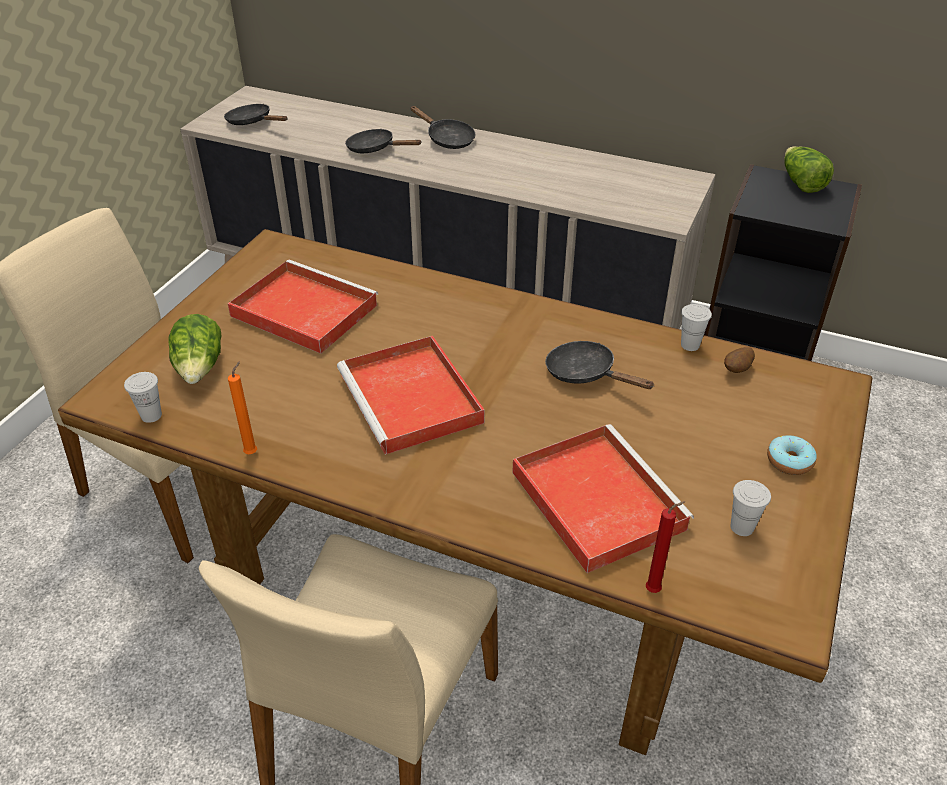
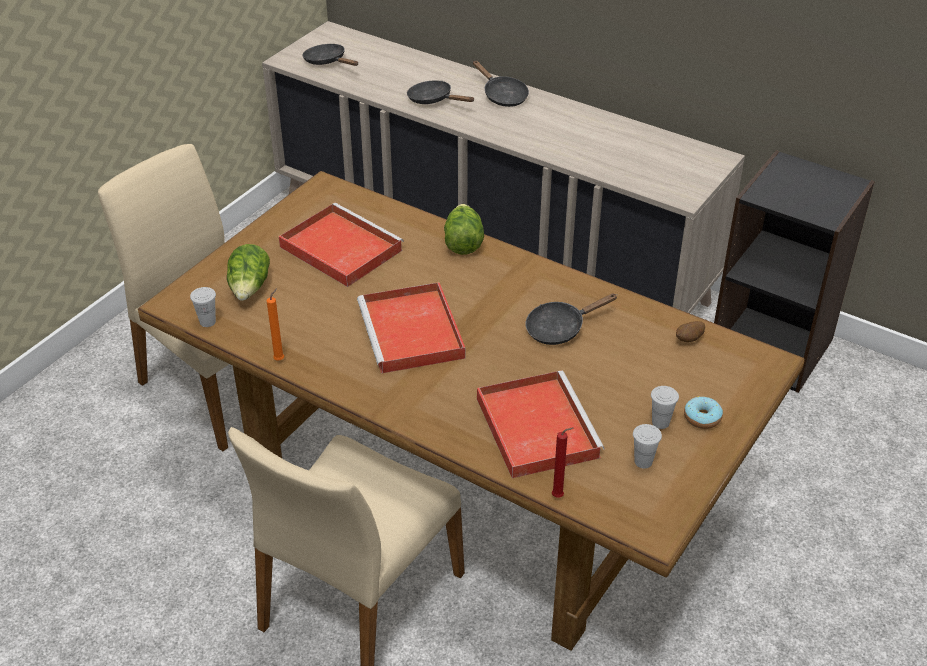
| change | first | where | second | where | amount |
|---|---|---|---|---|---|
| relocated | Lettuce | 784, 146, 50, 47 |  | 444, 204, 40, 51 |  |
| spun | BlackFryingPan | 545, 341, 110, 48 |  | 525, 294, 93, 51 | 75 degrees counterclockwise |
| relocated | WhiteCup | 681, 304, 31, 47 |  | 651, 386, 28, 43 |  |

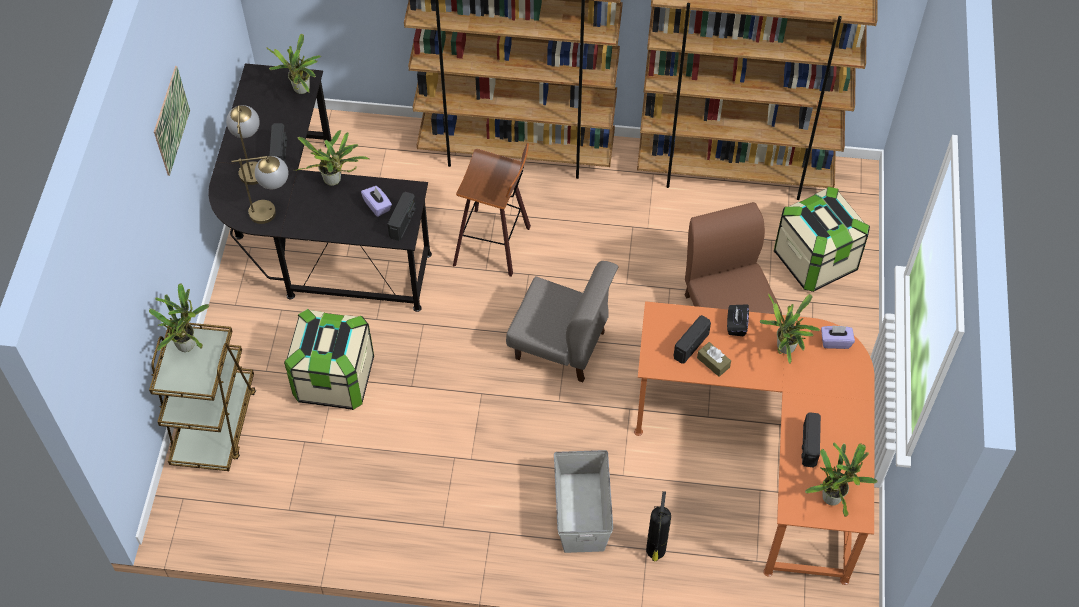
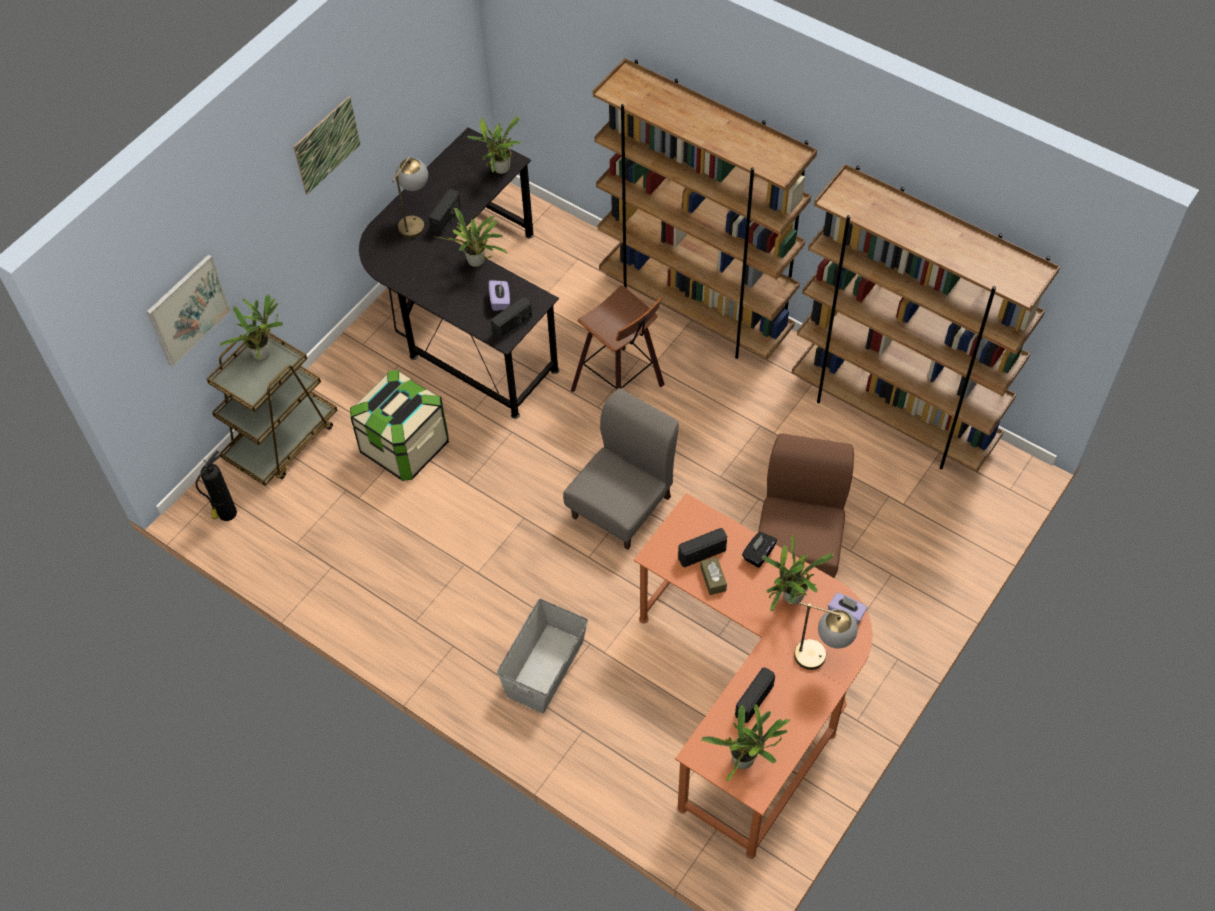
| change | first | where | second | where | amount |
|---|---|---|---|---|---|
| appeared |  |  | Picture | 147, 255, 84, 112 |  |
| relocated | FireExtinguisher | 646, 491, 25, 70 |  | 195, 451, 42, 70 |  |
| spun | GreyChair | 506, 261, 112, 121 |  | 563, 388, 116, 162 | 105 degrees counterclockwise |
| relocated | TableLamp | 231, 156, 57, 68 |  | 794, 602, 64, 68 |  |
| missing | StorageBox | 774, 187, 96, 105 |  |  |  |

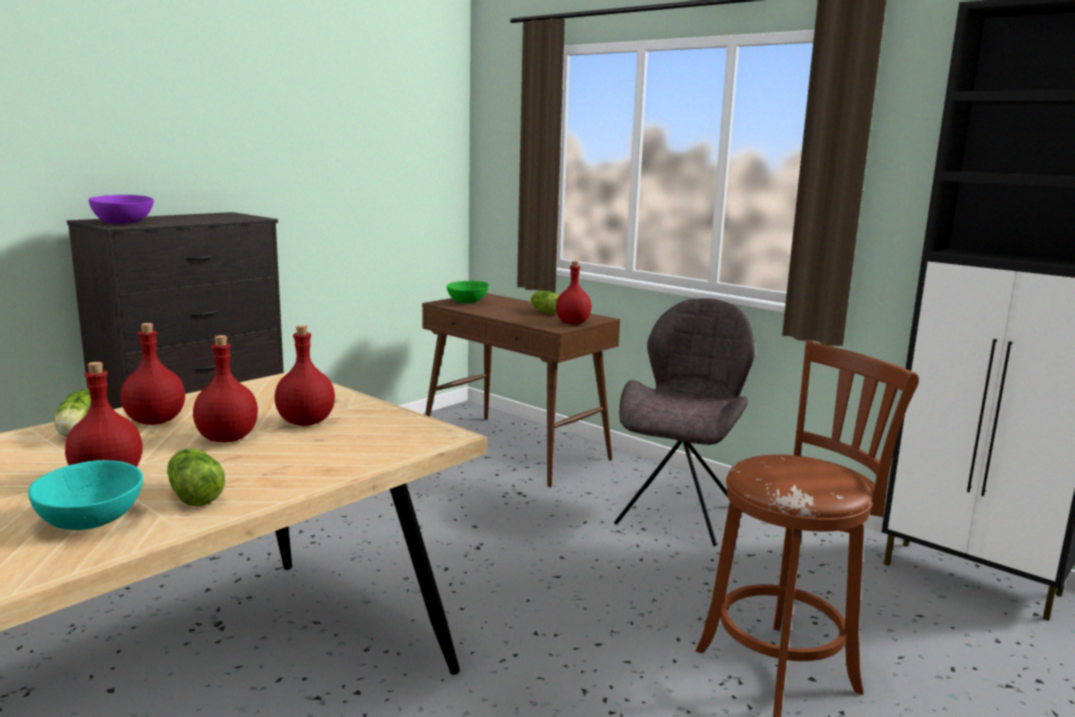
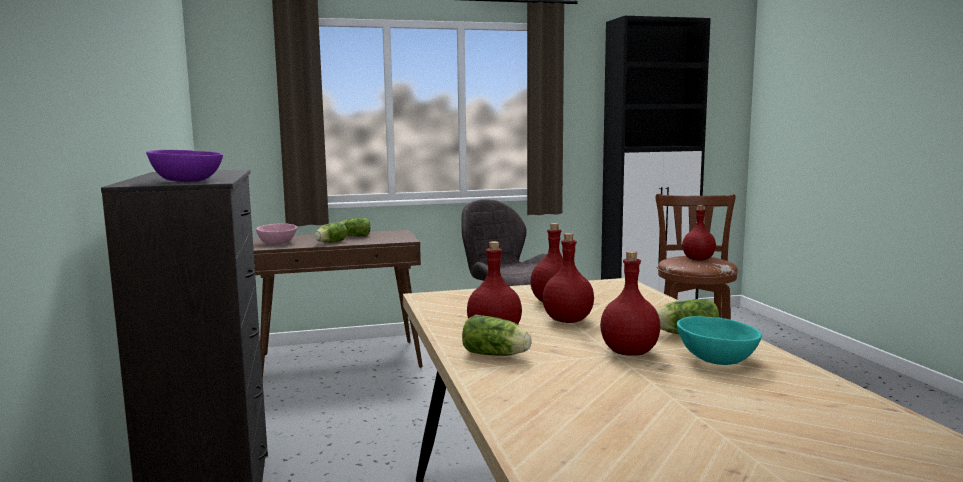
| change | first | where | second | where | amount |
|---|---|---|---|---|---|
| colour | GreenBowl | 447, 281, 42, 22 | PinkBowl | 256, 223, 41, 21 |  |
| appeared |  |  | Lettuce | 314, 222, 33, 21 |  |
| relocated | RedBottle | 556, 261, 36, 63 |  | 682, 205, 34, 56 |  |

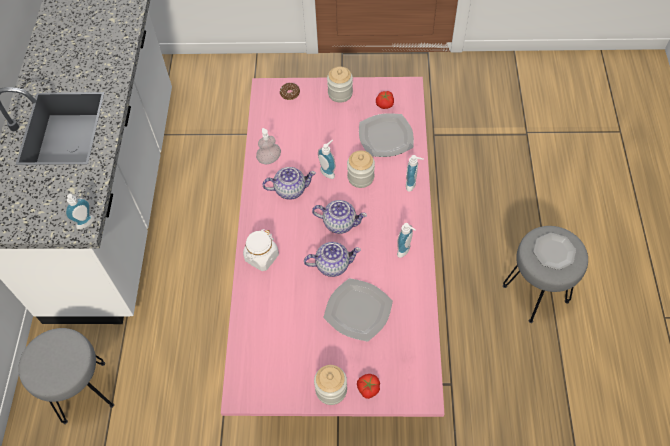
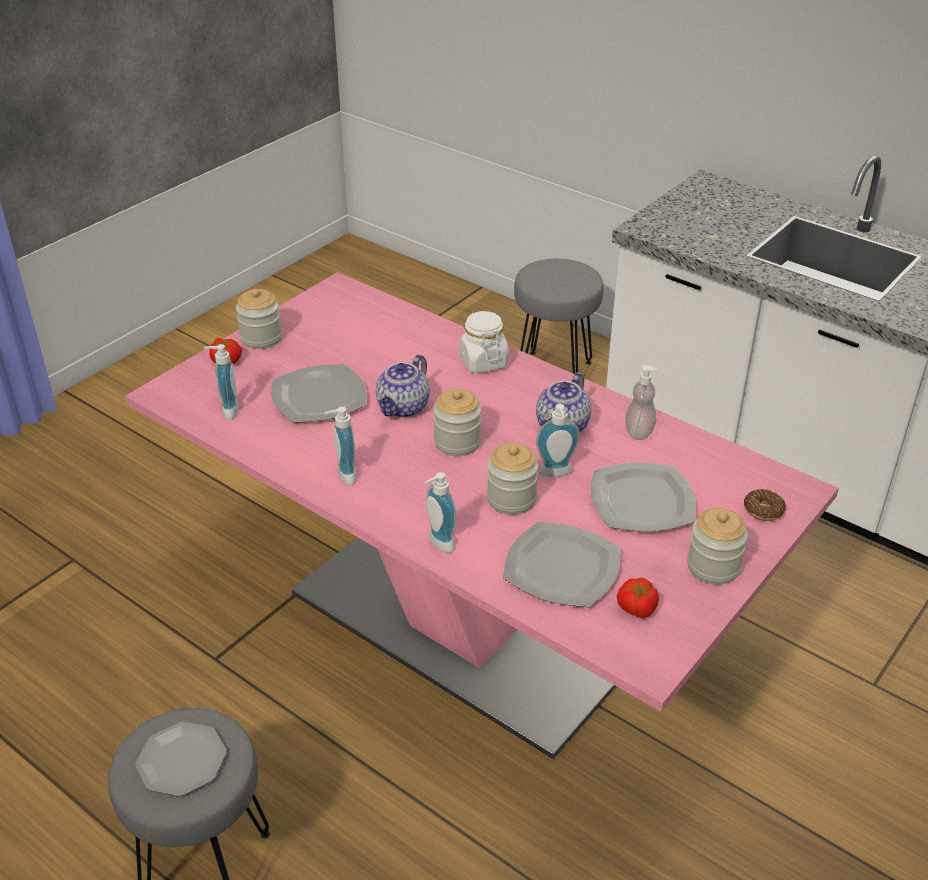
| change | first | where | second | where | amount |
|---|---|---|---|---|---|
| relocated | SoapDispenser | 65, 194, 30, 35 |  | 204, 344, 35, 76 |  |
| exchanged | Teapot | 312, 200, 55, 34 | Jar | 433, 389, 48, 67 |  |
| appeared |  |  | Plate | 591, 462, 105, 70 |  |

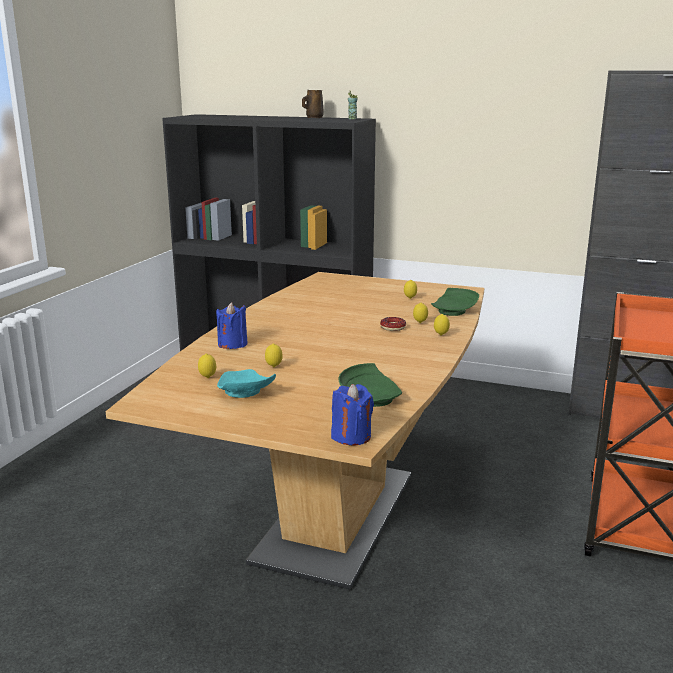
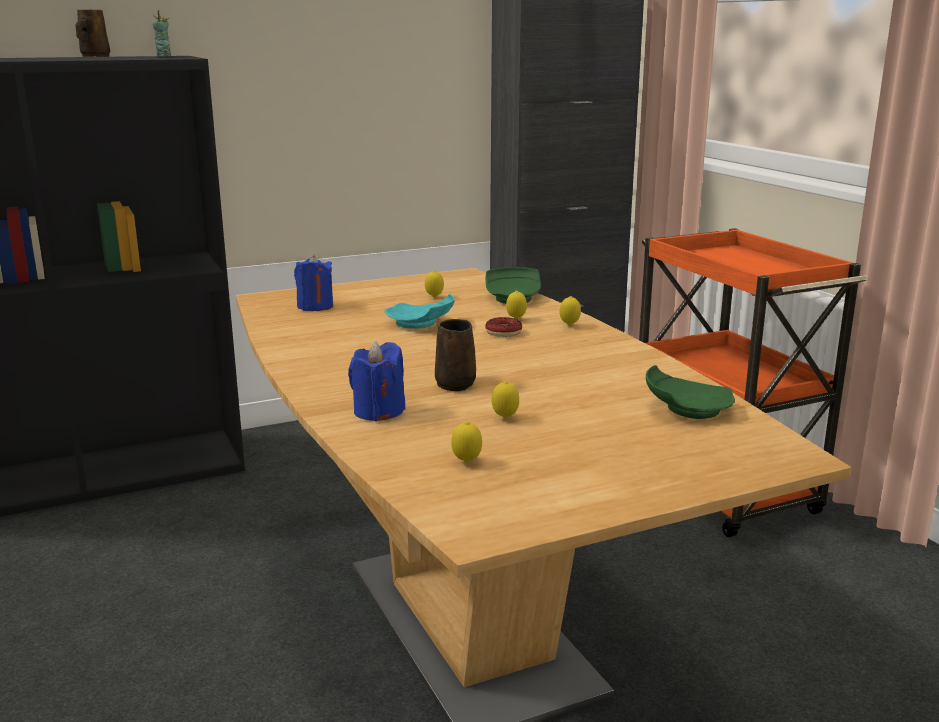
| change | first | where | second | where | amount |
|---|---|---|---|---|---|
| relocated | BlueCandle | 331, 384, 43, 61 |  | 294, 254, 39, 57 |  |
| relocated | TurquoisePlate | 217, 369, 59, 29 |  | 384, 294, 71, 35 |  |
| appeared |  |  | BrownMug | 435, 319, 41, 72 |  |

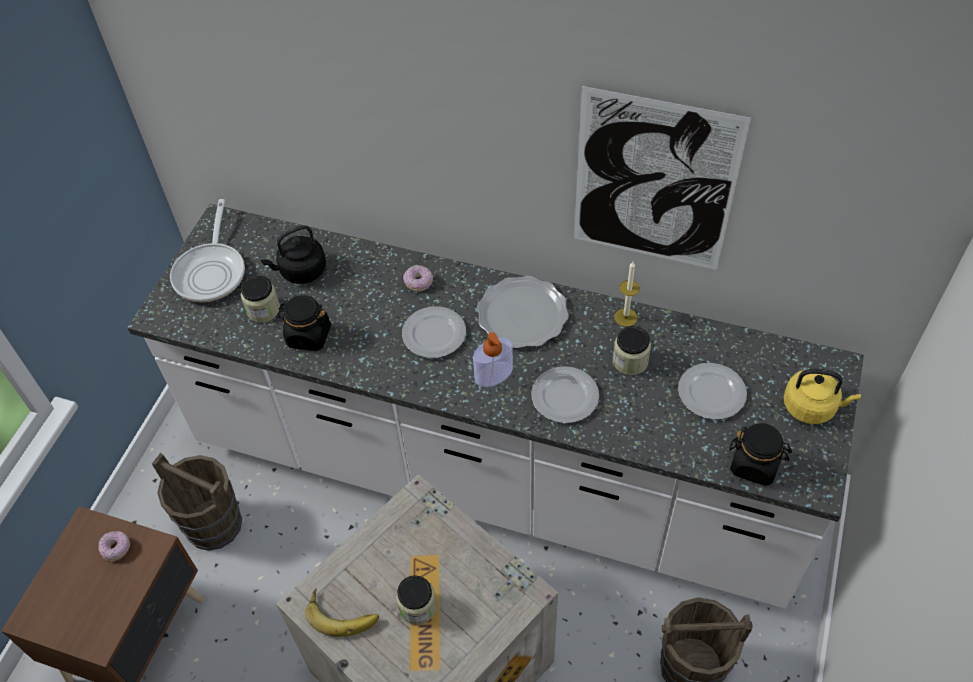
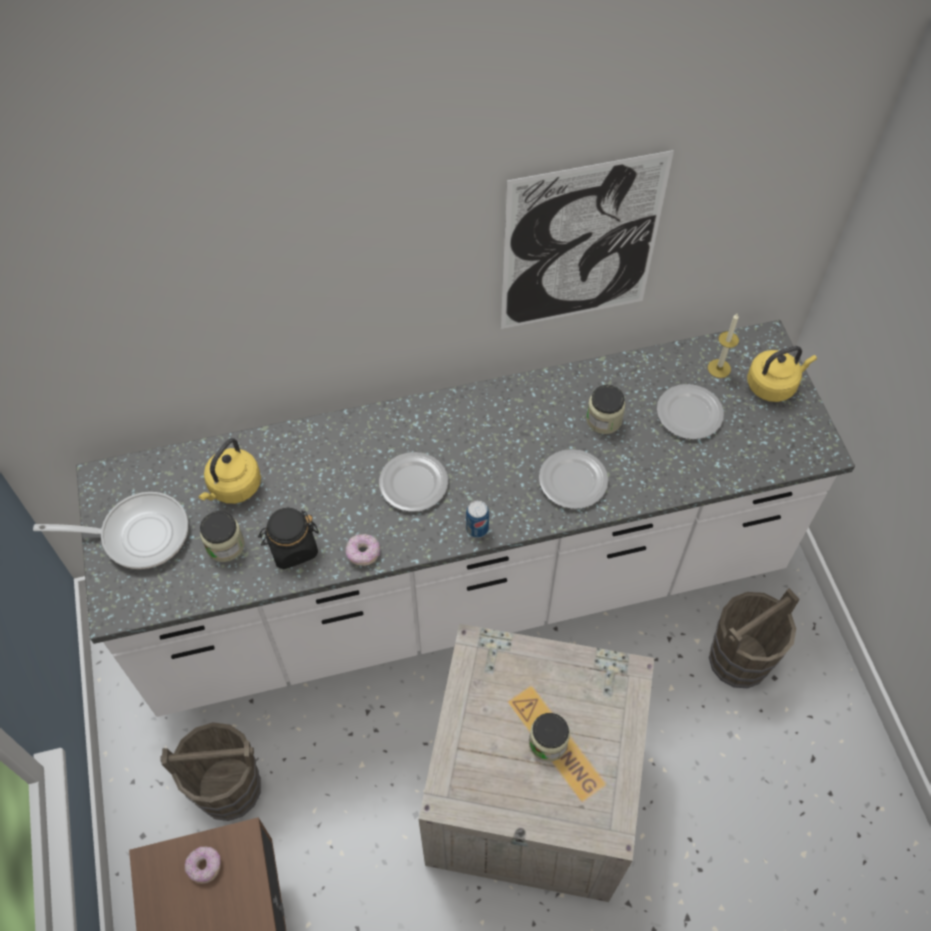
| change | first | where | second | where | amount |
|---|---|---|---|---|---|
| spun | FryingPan | 170, 199, 75, 103 |  | 33, 492, 155, 77 | 60 degrees counterclockwise |
| colour | BlackKettle | 261, 225, 65, 59 | YellowKettle | 199, 438, 62, 66 |  |
| relocated | Donut | 403, 265, 30, 27 |  | 346, 534, 34, 32 |  |
| appeared |  |  | Can | 466, 500, 23, 38 |  |
| relocated | Candle | 614, 262, 26, 65 |  | 708, 314, 31, 64 |  |
| missing | Banana | 305, 588, 74, 49 |  |  |  |
| missing | SoapDispenser | 473, 332, 40, 55 |  |  |  |
| missing | Plate | 477, 276, 92, 72 |  |  |  |
| missing | BlackJar | 729, 423, 63, 63 |  |  |  |

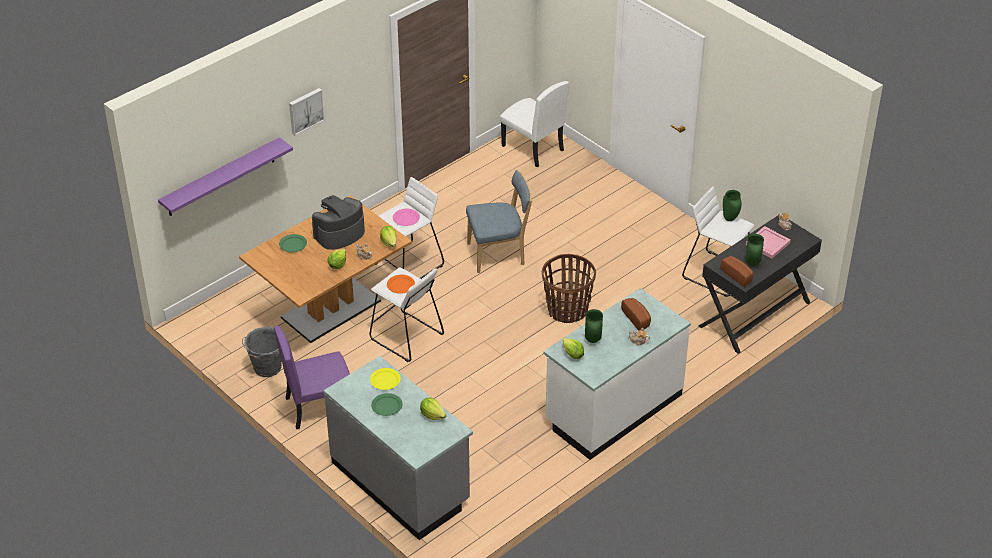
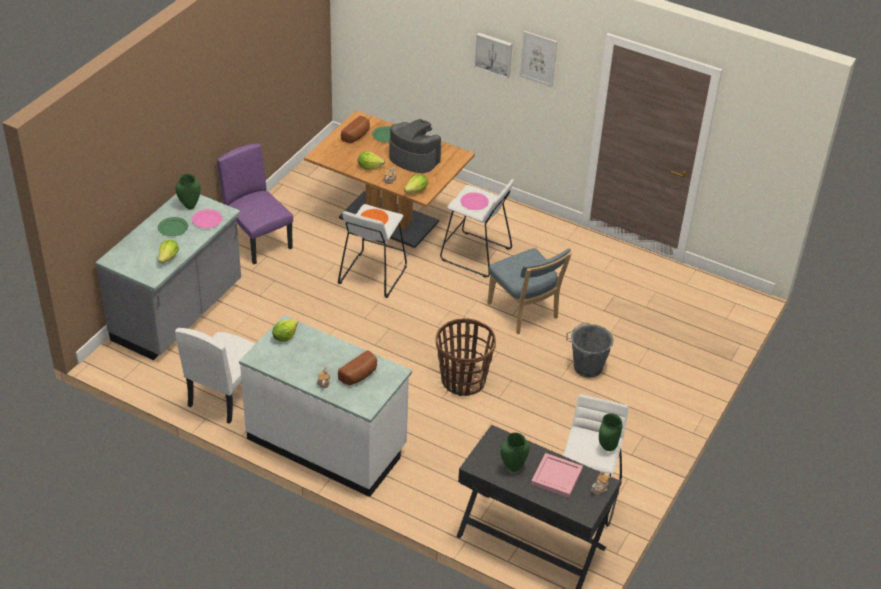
| change | first | where | second | where | amount |
|---|---|---|---|---|---|
| relocated | WhiteChair | 500, 81, 69, 86 |  | 175, 328, 80, 96 |  |
| relocated | GreenVase | 585, 309, 18, 34 |  | 176, 174, 25, 36 |  |
| colour | YellowPlate | 370, 368, 31, 22 | PinkPlate | 192, 209, 30, 19 |  |
| relocated | Bread | 721, 256, 33, 31 |  | 341, 116, 29, 27 |  |
| appeared |  |  | Picture | 519, 31, 38, 56 |  |
| relocated | GreyBucket | 242, 327, 40, 50 |  | 566, 322, 48, 56 |  |
| missing | PurpleShelf | 158, 137, 135, 79 |  |  |  |

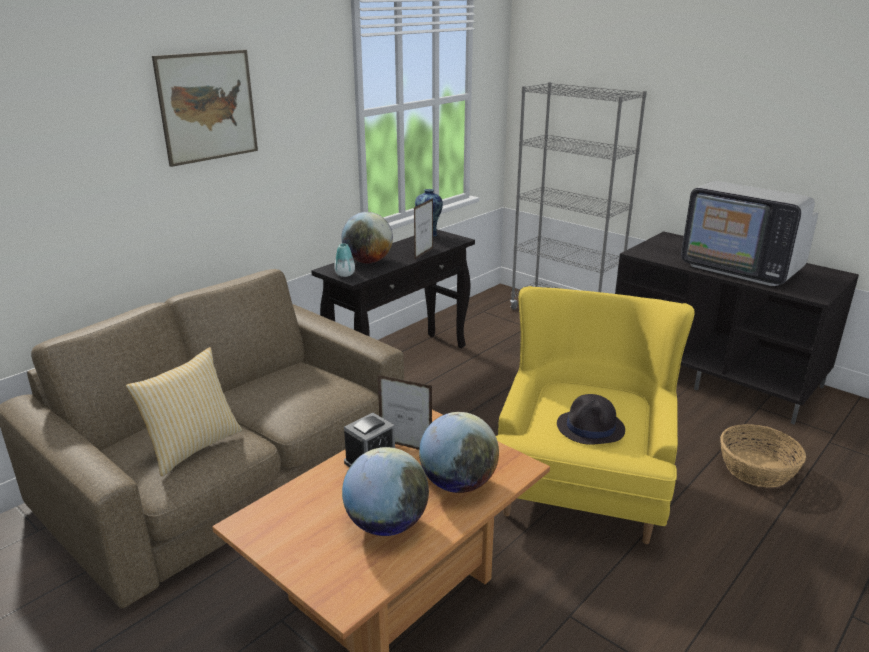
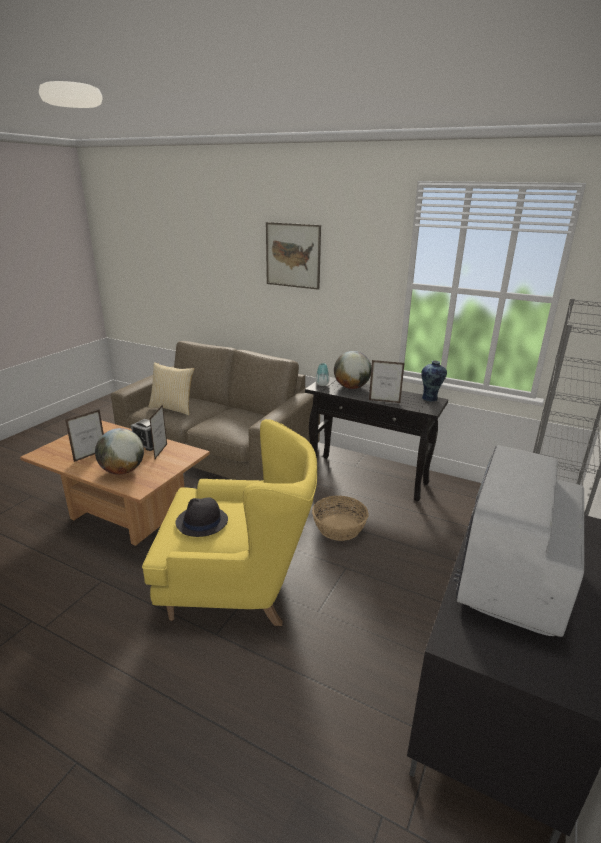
| change | first | where | second | where | amount |
|---|---|---|---|---|---|
| exchanged | Globe | 342, 447, 87, 89 | PictureFrame | 65, 409, 39, 53 |  |
| relocated | Basket | 720, 424, 86, 63 |  | 312, 496, 57, 45 |  |

